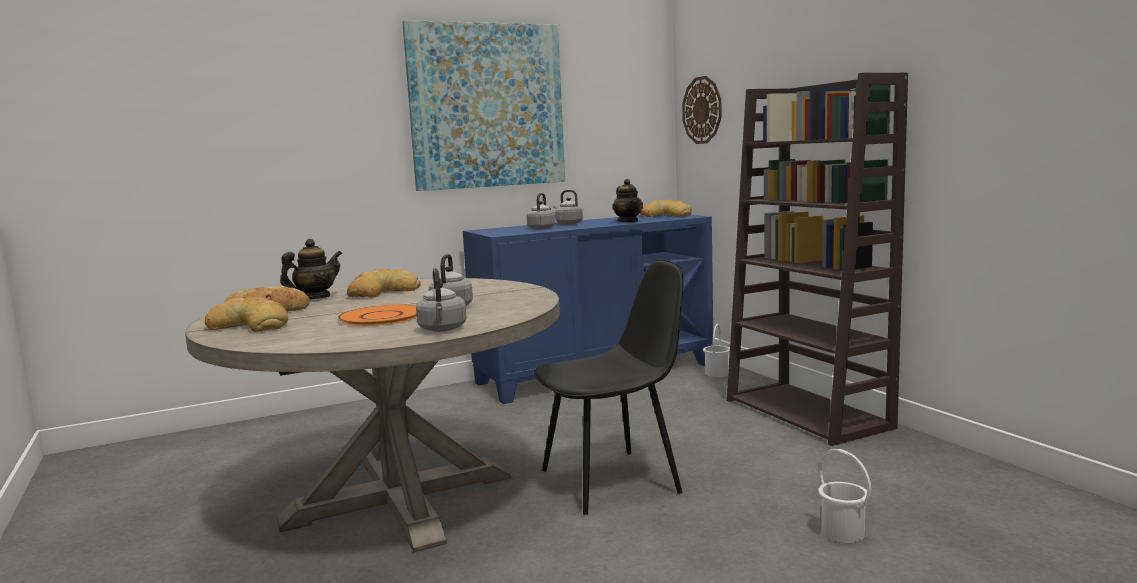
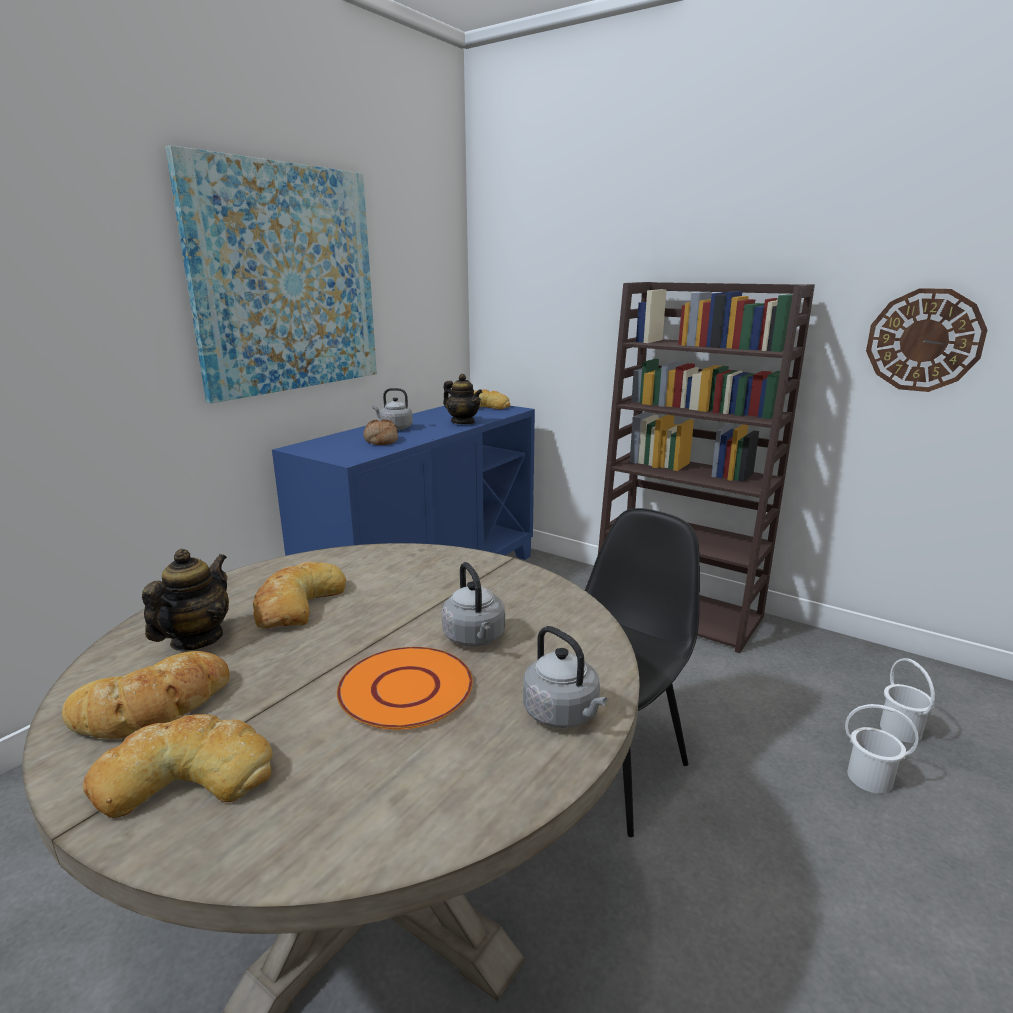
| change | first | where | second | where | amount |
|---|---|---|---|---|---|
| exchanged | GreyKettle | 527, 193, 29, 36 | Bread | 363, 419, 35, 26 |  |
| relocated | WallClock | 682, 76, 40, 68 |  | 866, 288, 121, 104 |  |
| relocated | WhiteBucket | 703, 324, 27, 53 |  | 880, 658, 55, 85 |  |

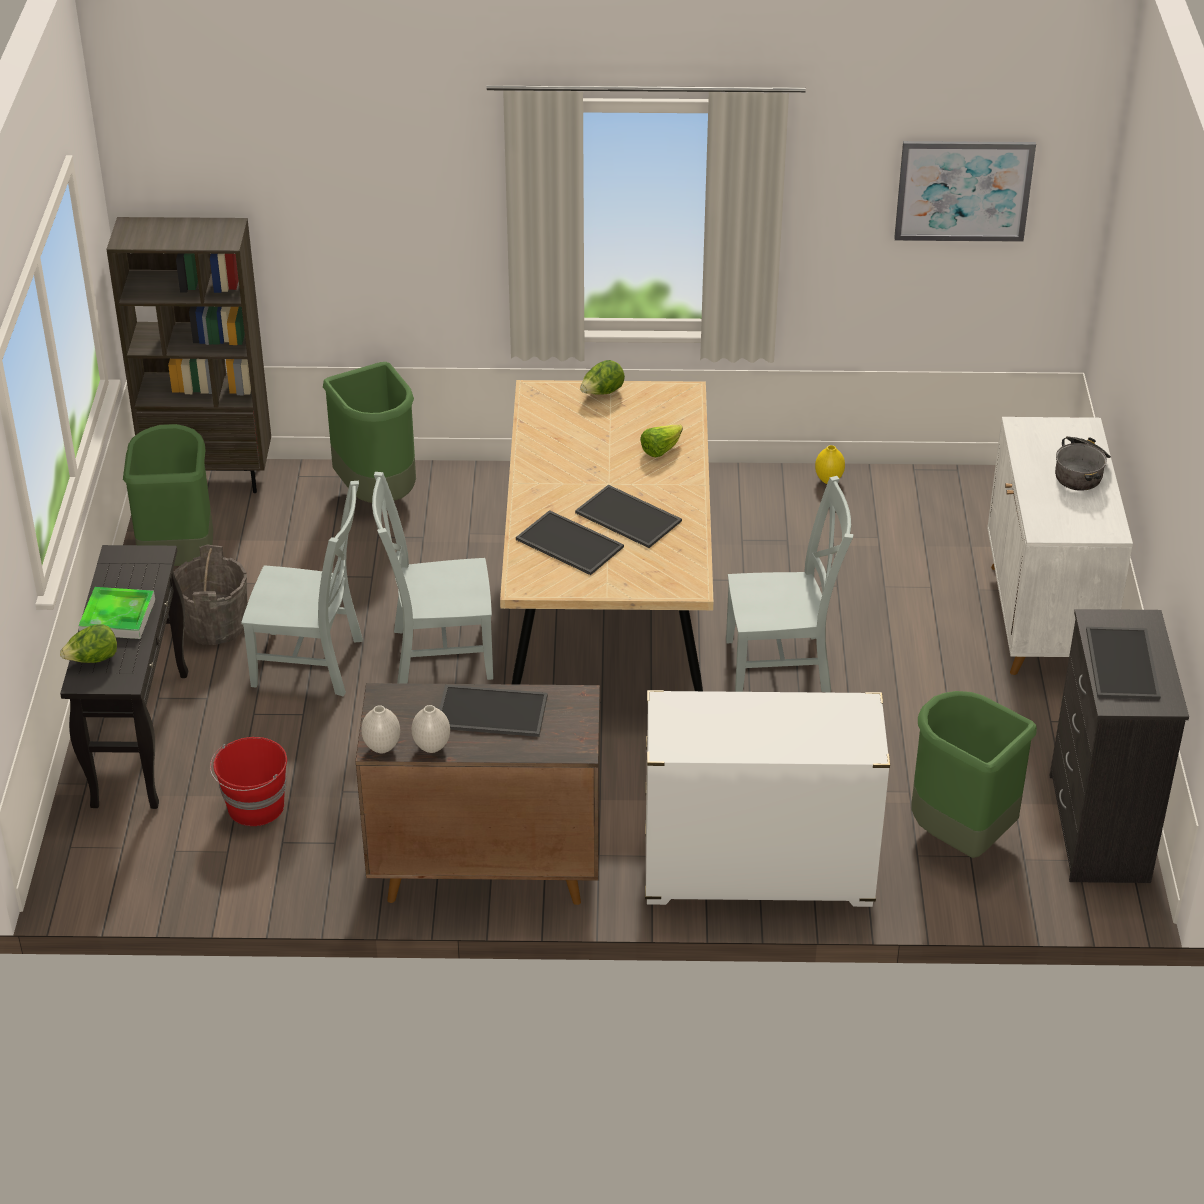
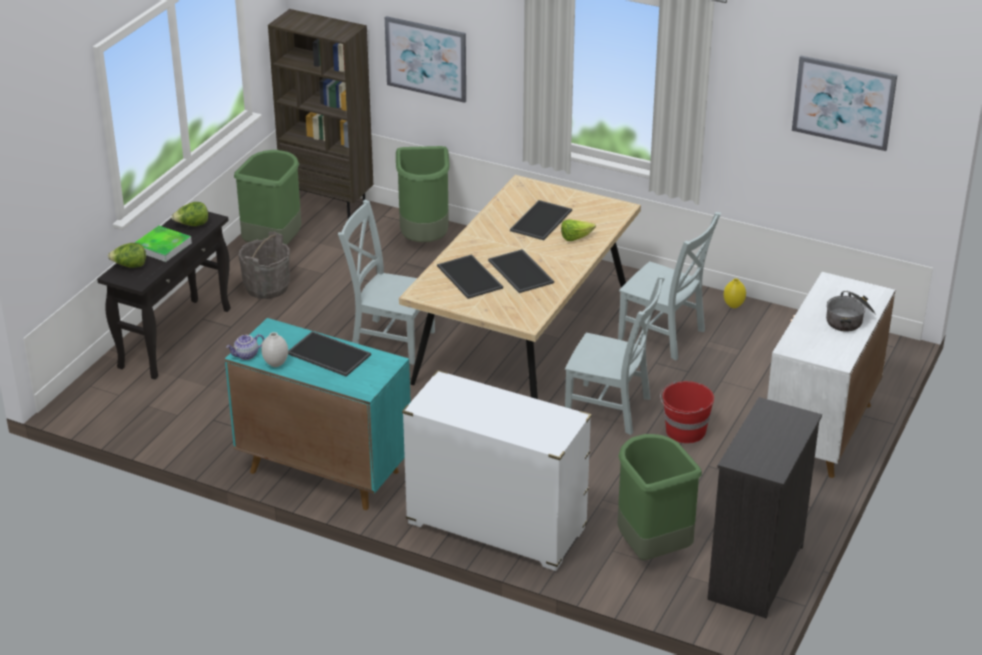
| change | first | where | second | where | amount |
|---|---|---|---|---|---|
| relocated | Lettuce | 580, 360, 45, 35 |  | 171, 202, 37, 24 |  |
| colour | BrownCabinet | 355, 683, 245, 222 | TurquoiseCabinet | 225, 318, 186, 192 |  |
| exchanged | WhiteVase | 362, 705, 38, 48 | Teapot | 226, 334, 38, 26 |  |
| appeared |  |  | Picture | 385, 16, 81, 87 |  |
| relocated | Tray | 1086, 627, 75, 72 |  | 510, 200, 62, 40 |  |
| relocated | GreyChair | 241, 481, 122, 215 |  | 618, 212, 103, 149 |  |
| relocated | RedBucket | 210, 737, 77, 89 |  | 660, 381, 54, 62 |  |

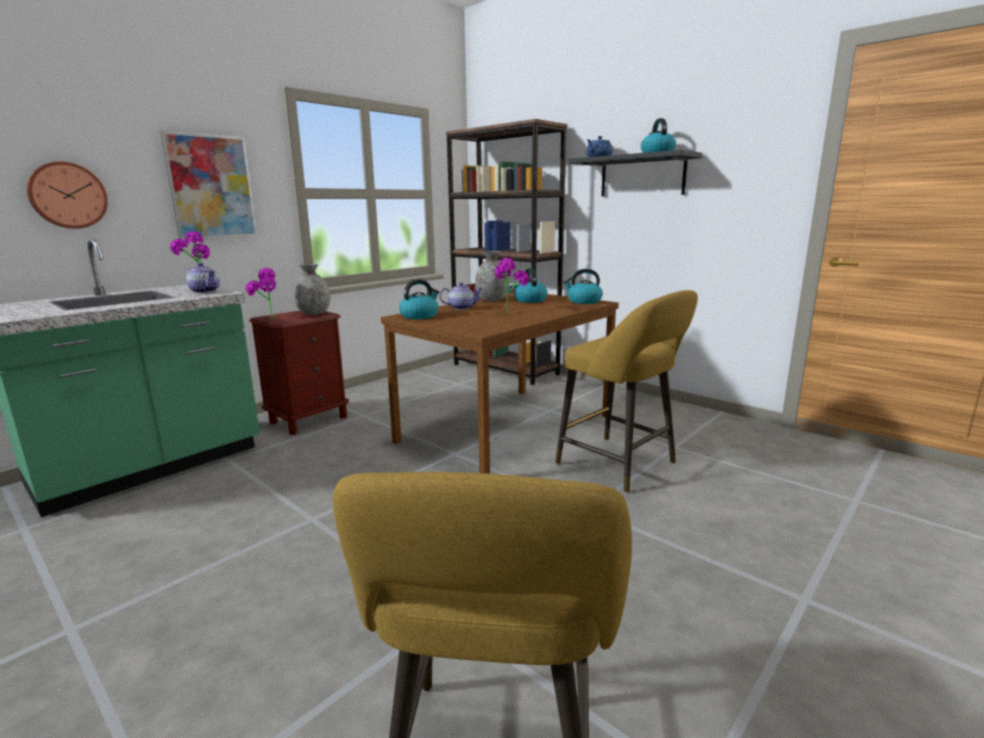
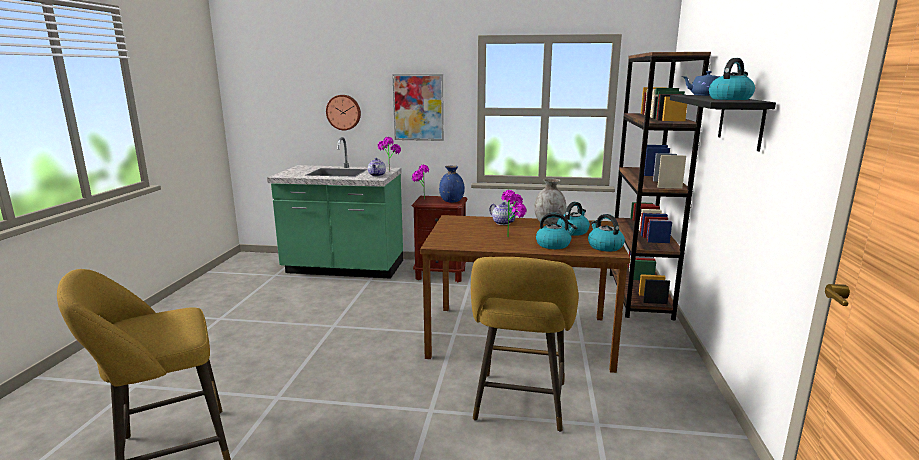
| change | first | where | second | where | amount |
|---|---|---|---|---|---|
| colour | GreyVase | 294, 264, 36, 51 | BlueVase | 439, 165, 26, 38 |  |
| relocated | Kettle | 399, 279, 40, 40 |  | 536, 213, 41, 36 |  |

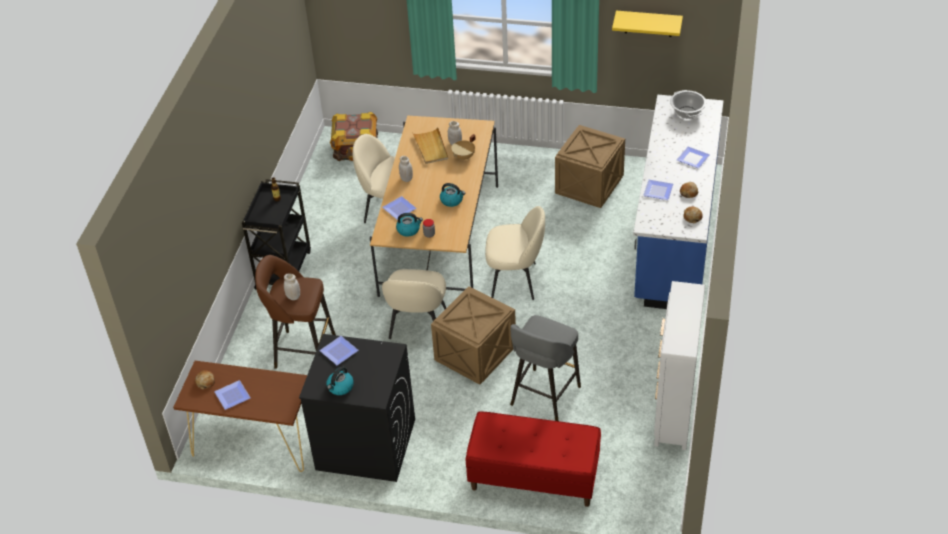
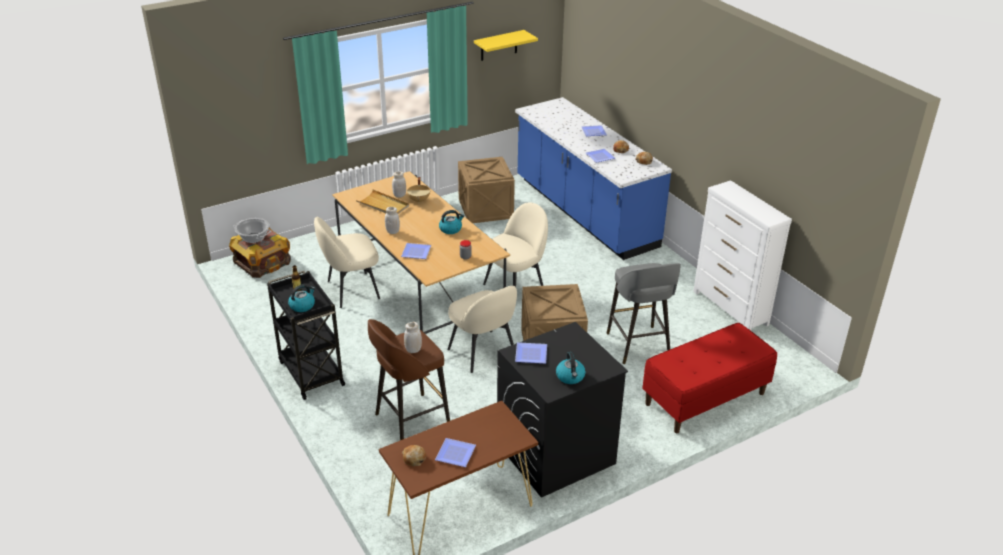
| change | first | where | second | where | amount |
|---|---|---|---|---|---|
| relocated | CookingPot | 670, 90, 36, 29 |  | 234, 218, 37, 25 |  |
| relocated | Kettle | 396, 213, 27, 24 |  | 288, 284, 27, 28 |  |

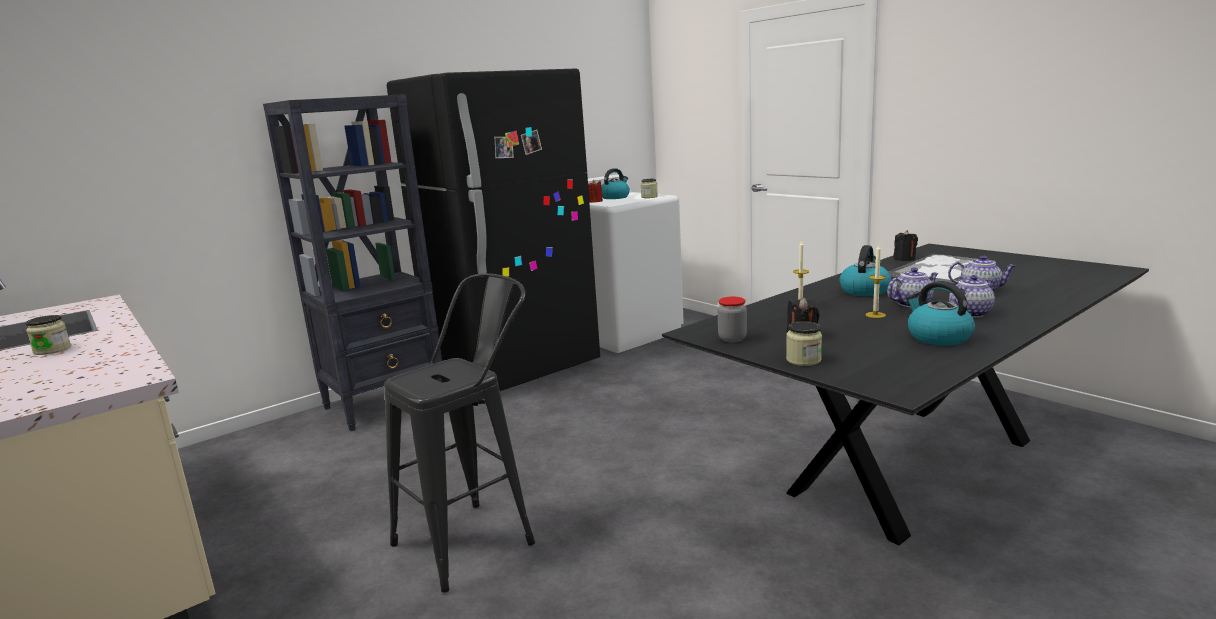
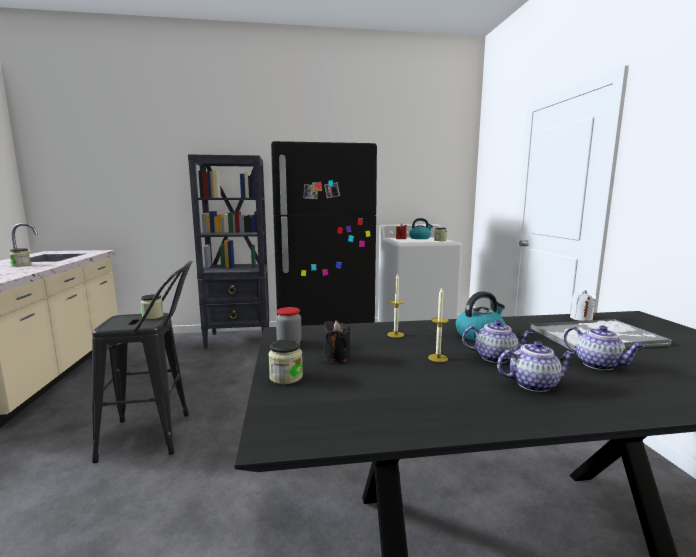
| change | first | where | second | where | amount |
|---|---|---|---|---|---|
| appeared |  |  | Jar | 140, 294, 24, 25 |  |
| colour | BlackCandle | 893, 230, 25, 31 | WhiteCandle | 570, 290, 26, 31 |  |
| missing | Kettle | 906, 281, 69, 64 |  |  |  |

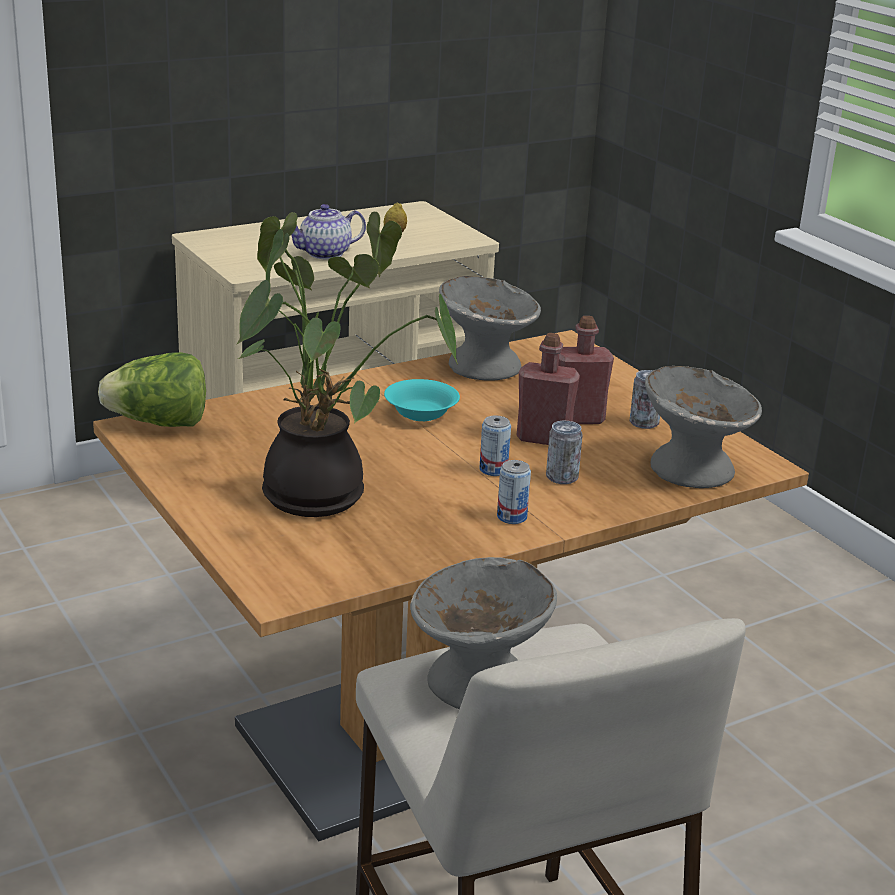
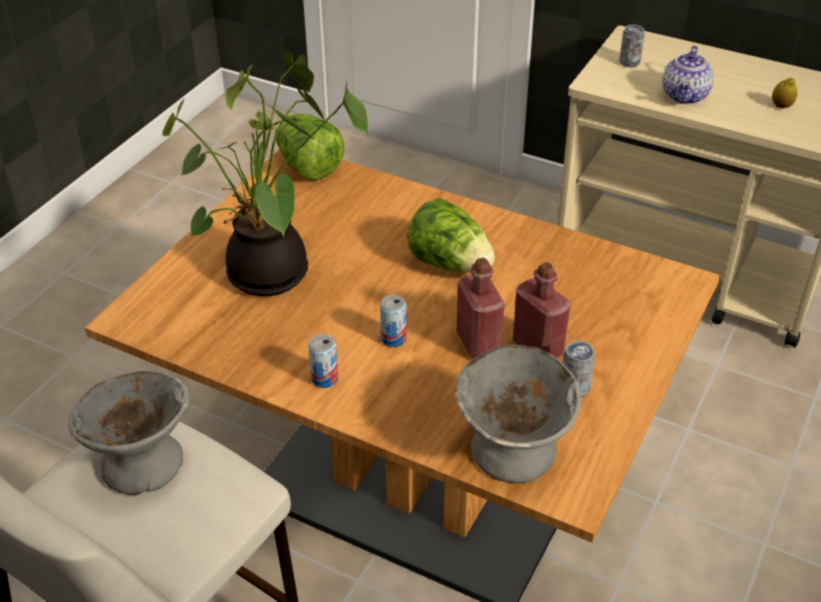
| change | first | where | second | where | amount |
|---|---|---|---|---|---|
| exchanged | TurquoiseBowl | 384, 379, 76, 42 | Lettuce | 407, 198, 88, 75 |  |
| relocated | Can | 546, 421, 37, 63 |  | 619, 25, 26, 42 |  |
| spun | Teapot | 291, 204, 75, 55 |  | 662, 46, 52, 58 | 105 degrees counterclockwise |
| missing | GreyBowl | 439, 276, 102, 105 |  |  |  |

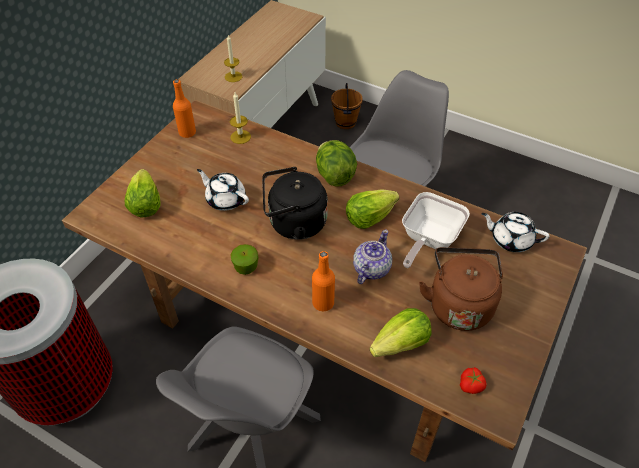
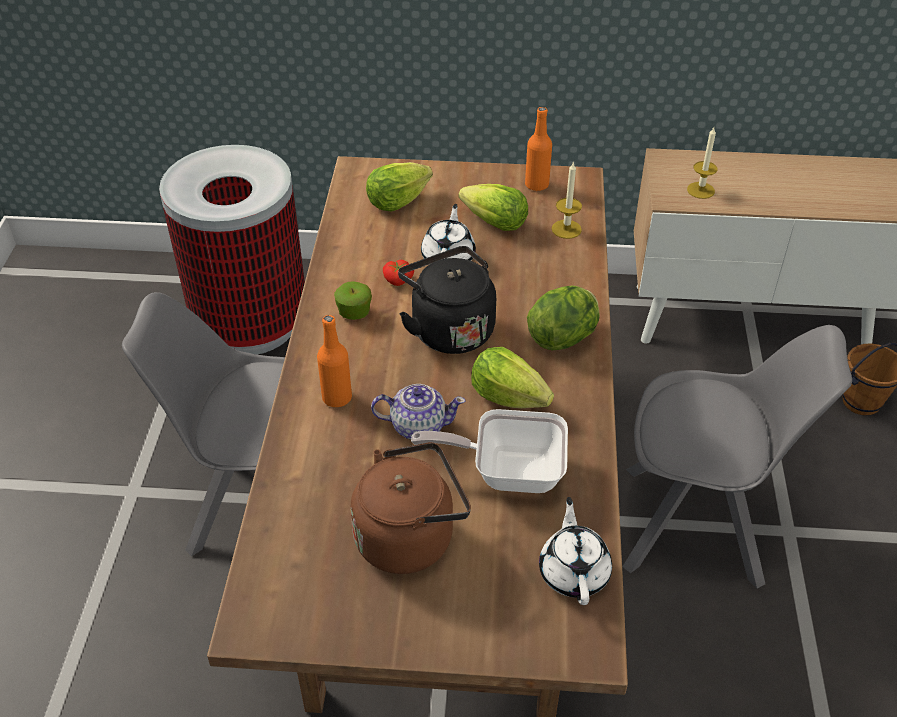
| change | first | where | second | where | amount |
|---|---|---|---|---|---|
| relocated | Tomato | 460, 367, 27, 27 |  | 383, 260, 31, 26 |  |
| relocated | Lettuce | 370, 308, 61, 49 |  | 459, 184, 69, 47 |  |

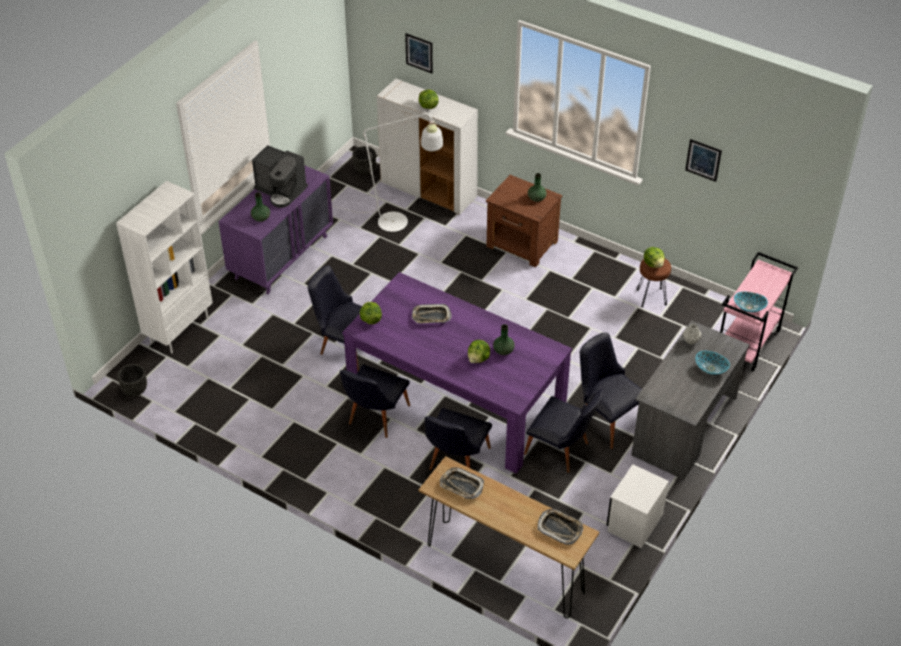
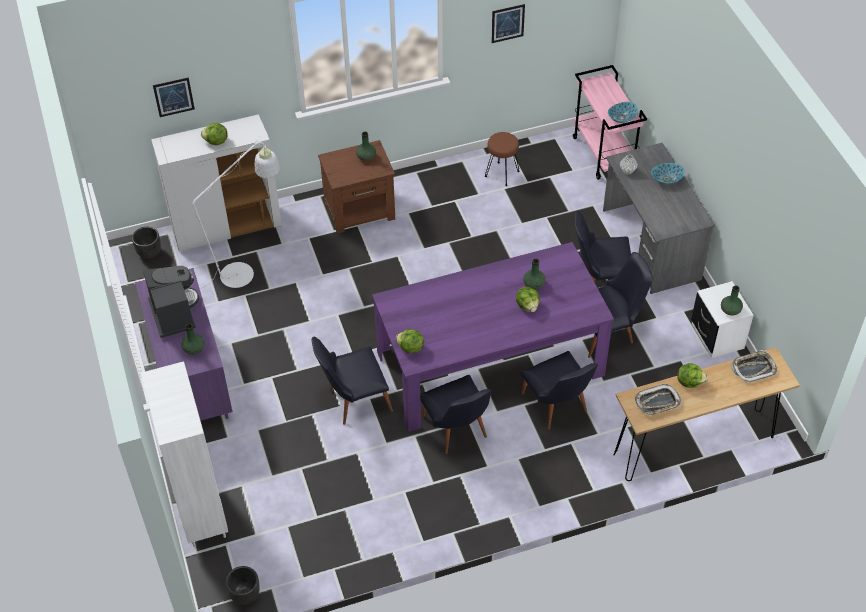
| change | first | where | second | where | amount |
|---|---|---|---|---|---|
| spun | CoffeeMachine | 252, 145, 56, 63 |  | 143, 266, 56, 72 | 90 degrees counterclockwise |
| relocated | Lettuce | 644, 247, 21, 21 |  | 677, 363, 31, 25 |  |
| appeared |  |  | GreenVase | 721, 285, 22, 30 |  |
| missing | Tray | 412, 304, 40, 19 |  |  |  |

